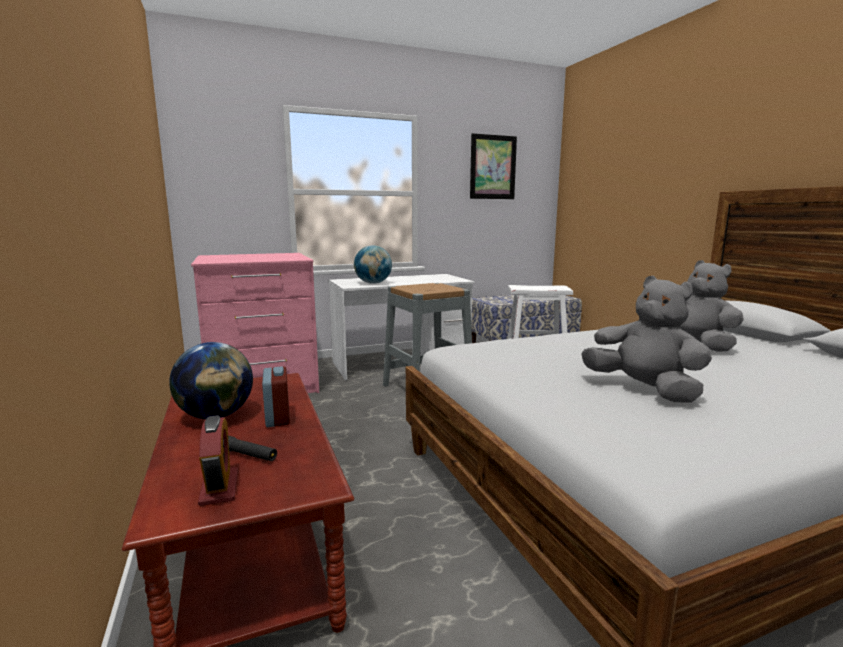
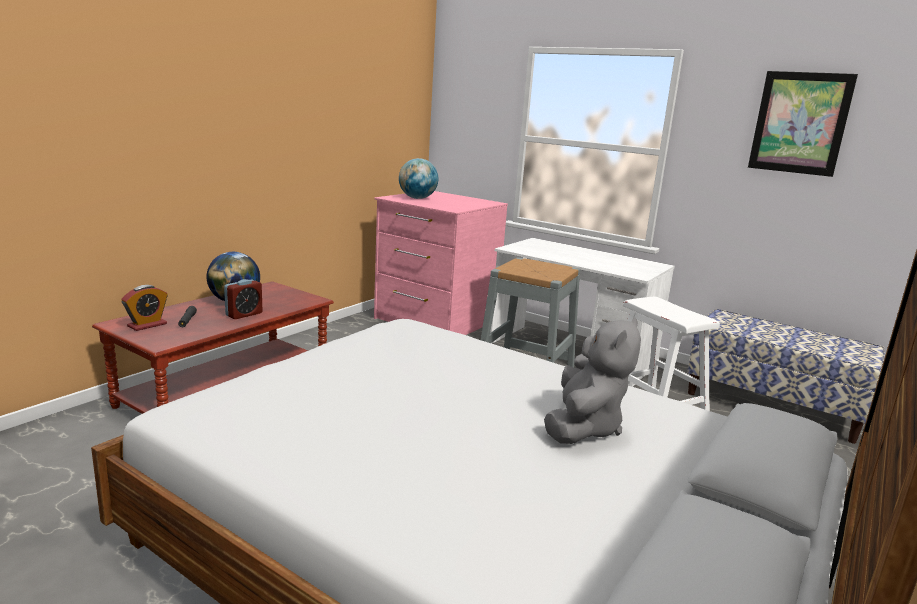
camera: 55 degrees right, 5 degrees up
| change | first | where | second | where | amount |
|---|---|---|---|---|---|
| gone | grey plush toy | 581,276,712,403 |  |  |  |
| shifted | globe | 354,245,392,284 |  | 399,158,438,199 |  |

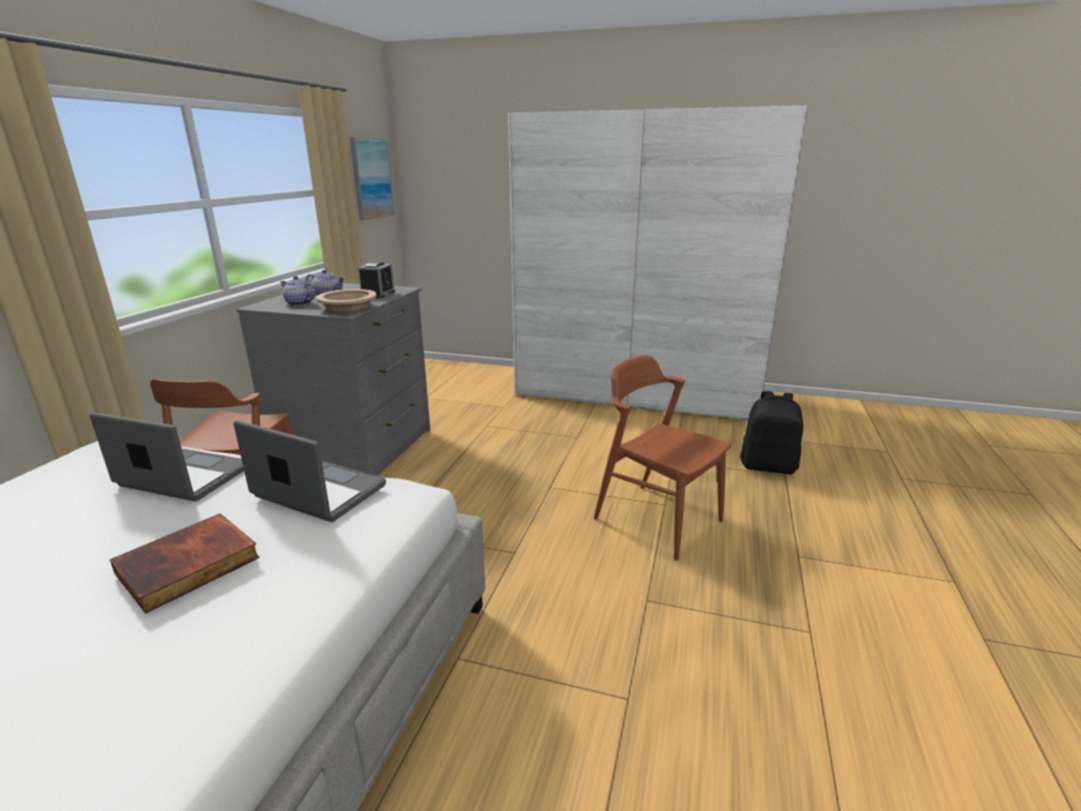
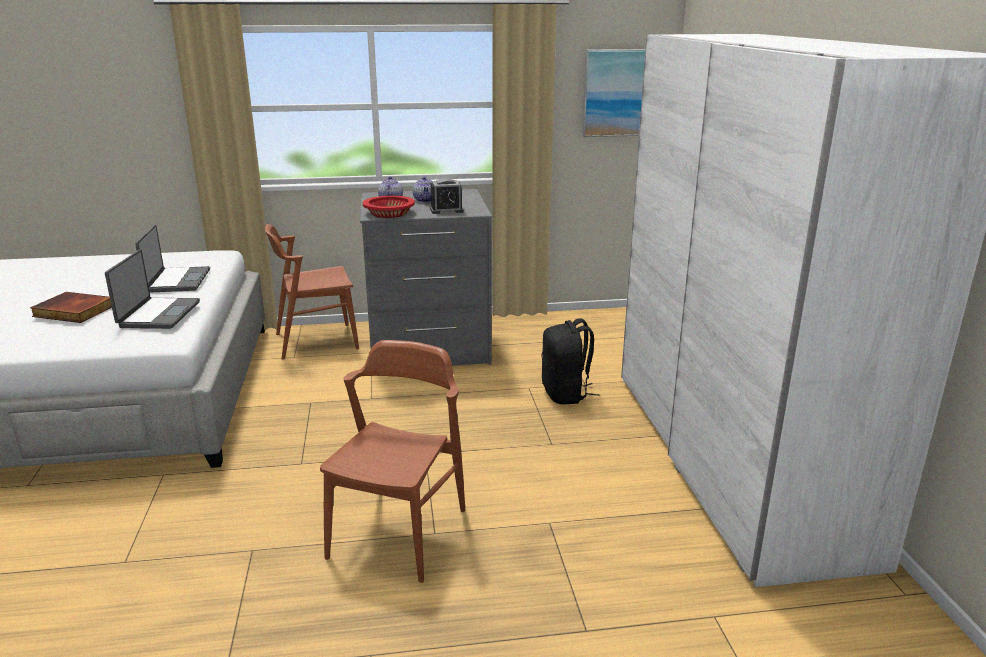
camera: 65 degrees right, 0 degrees up
| change | first | where | second | where | amount |
|---|---|---|---|---|---|
| shifted | black backpack | 740,391,803,474 |  | 541,318,600,404 |  |
| repainted | beige bowl | 316,289,377,313 | red bowl | 363,196,415,218 |  |

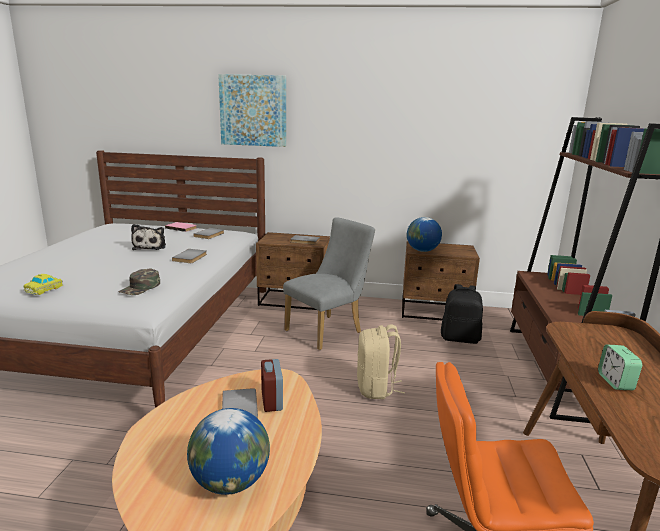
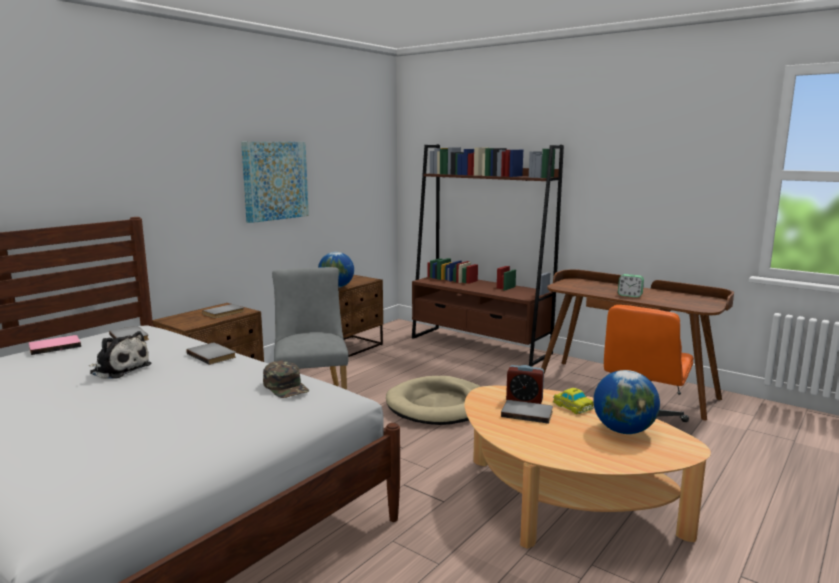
camera: 60 degrees left, 5 degrees down
| change | first | where | second | where | amount |
|---|---|---|---|---|---|
| gone | black backpack | 441,284,483,344 |  |  |  |
| shifted | toy car | 24,274,63,295 |  | 553,388,594,414 |  |
| shifted | picture | 218,74,286,147 |  | 241,142,309,223 |  |
| swapped | beige backpack | 357,324,405,399 | beige dog bed | 386,376,481,425 |  |

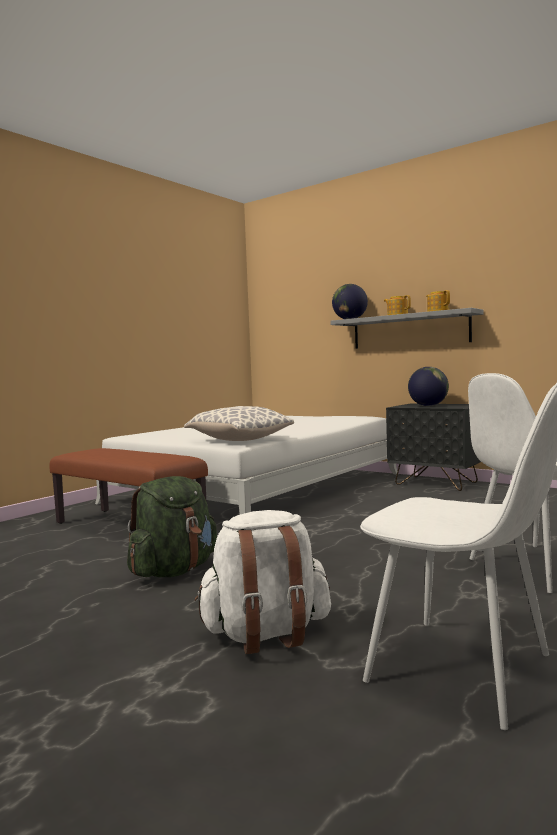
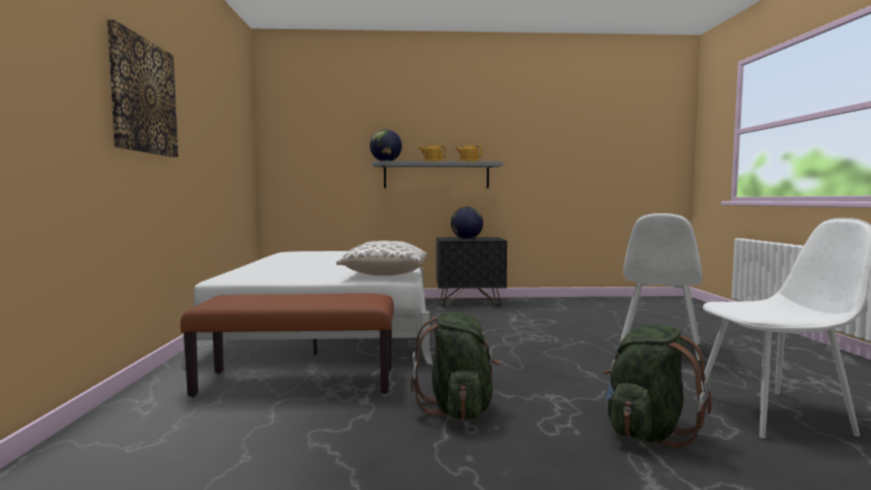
camera: 40 degrees left, 0 degrees up
| change | first | where | second | where | amount |
|---|---|---|---|---|---|
| new |  |  | picture | 106,19,178,157 |  |
| repainted | white backpack | 194,510,331,654 | green backpack | 603,325,712,448 |  |

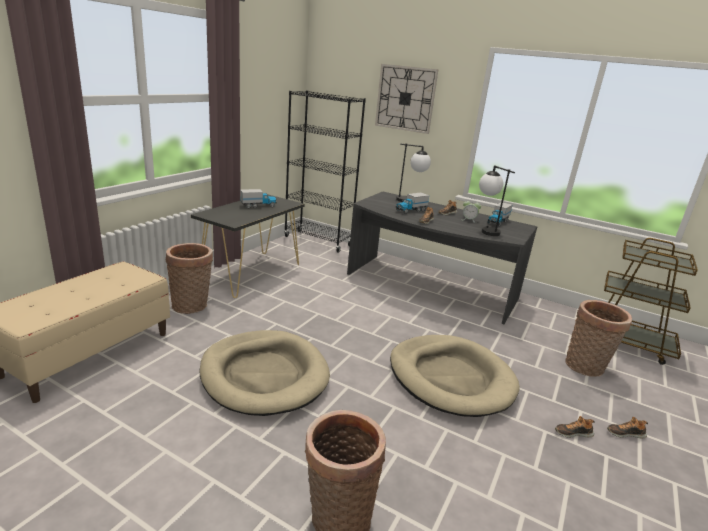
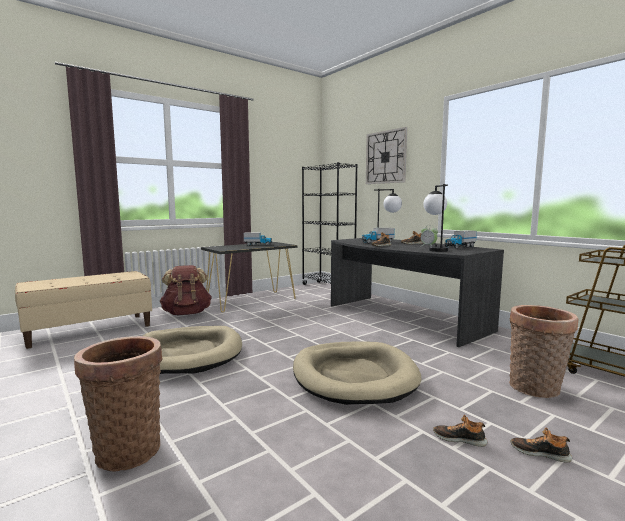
camera: 25 degrees right, 15 degrees down
| change | first | where | second | where | amount |
|---|---|---|---|---|---|
| swapped | basket | 166,243,213,314 | brown backpack | 160,265,212,315 |  |

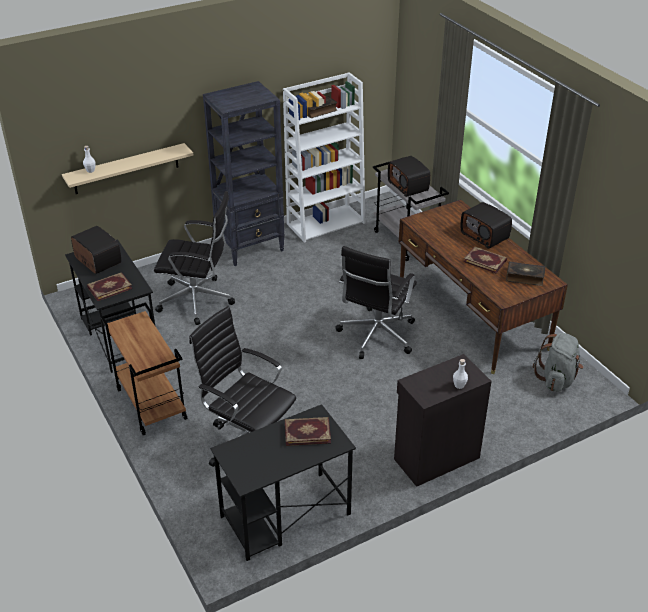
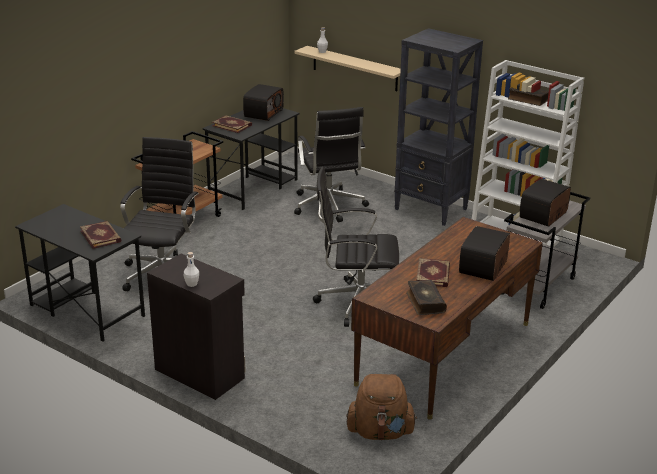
camera: 65 degrees right, 10 degrees down
| change | first | where | second | where | amount |
|---|---|---|---|---|---|
| repainted | grey backpack | 533,333,584,392 | brown backpack | 346,374,417,441 |  |

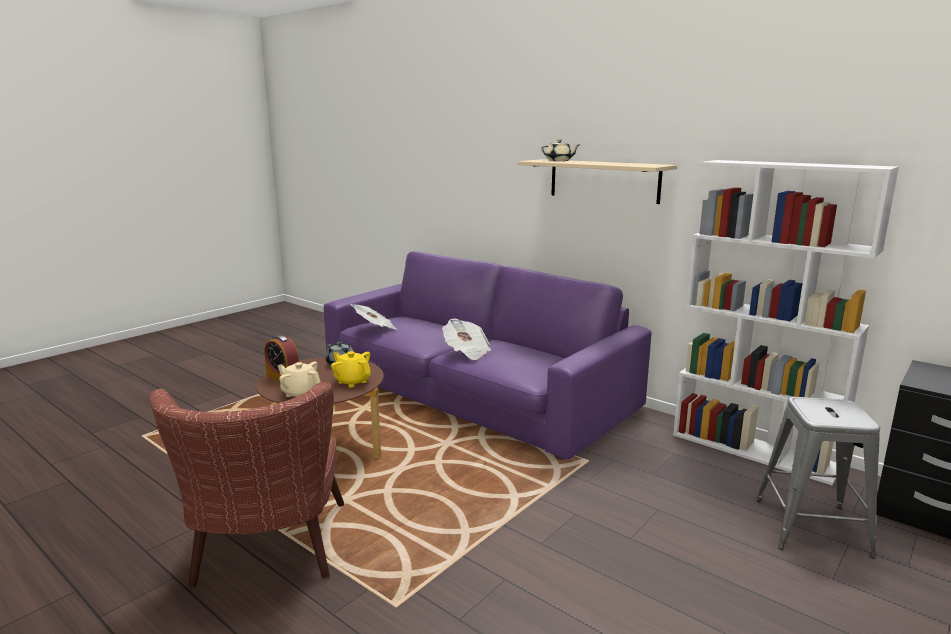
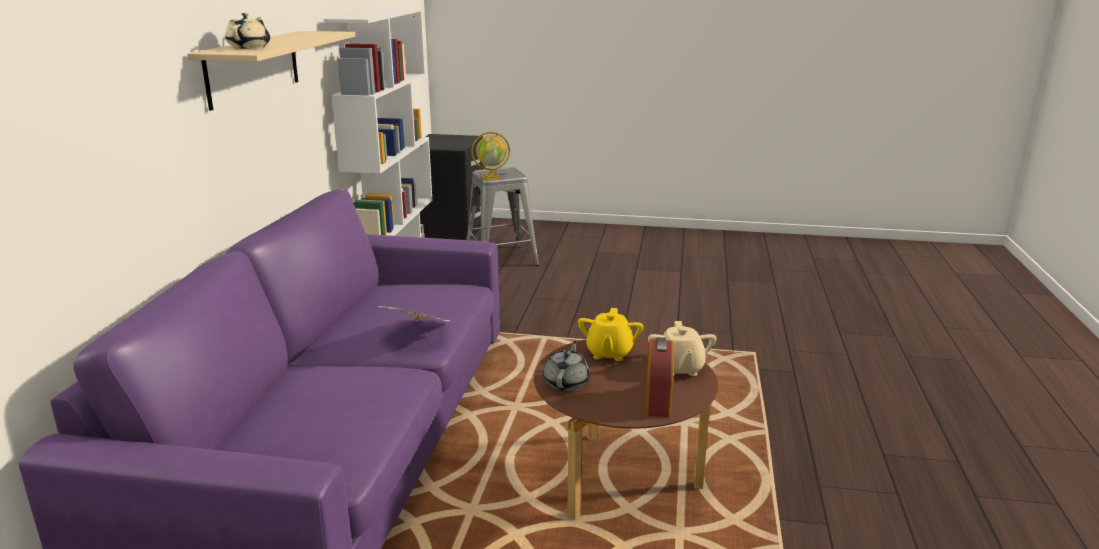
camera: 120 degrees left, 5 degrees up
| change | first | where | second | where | amount |
|---|---|---|---|---|---|
| gone | brown armchair | 150,382,344,588 |  |  |  |
| gone | newspaper | 350,304,396,329 |  |  |  |
| new |  |  | globe | 471,132,510,180 |  |

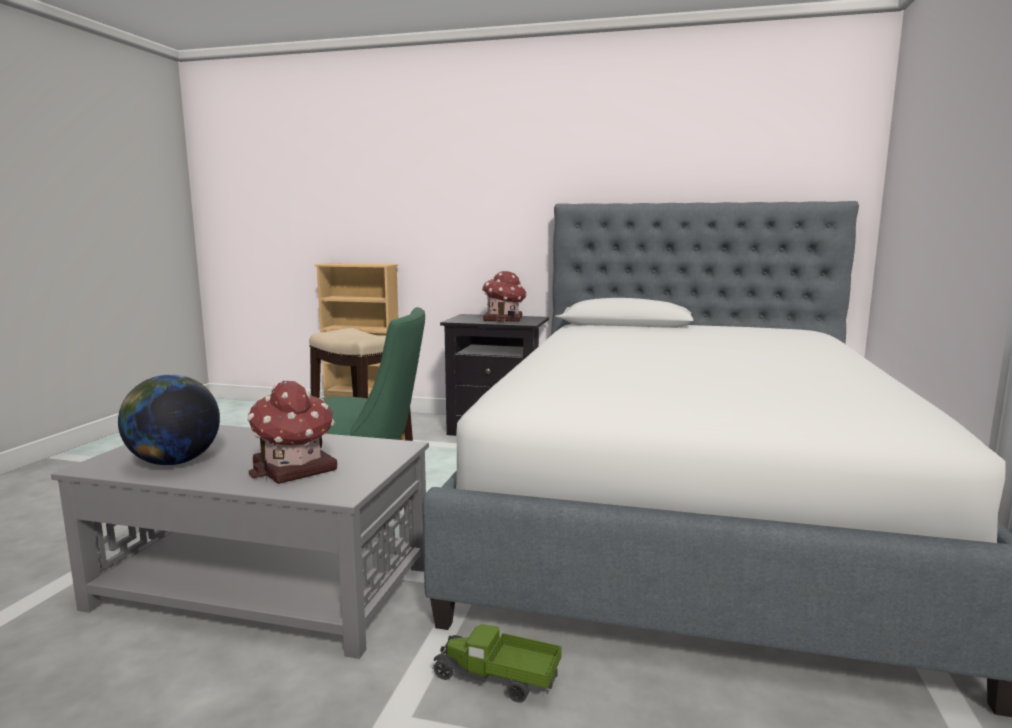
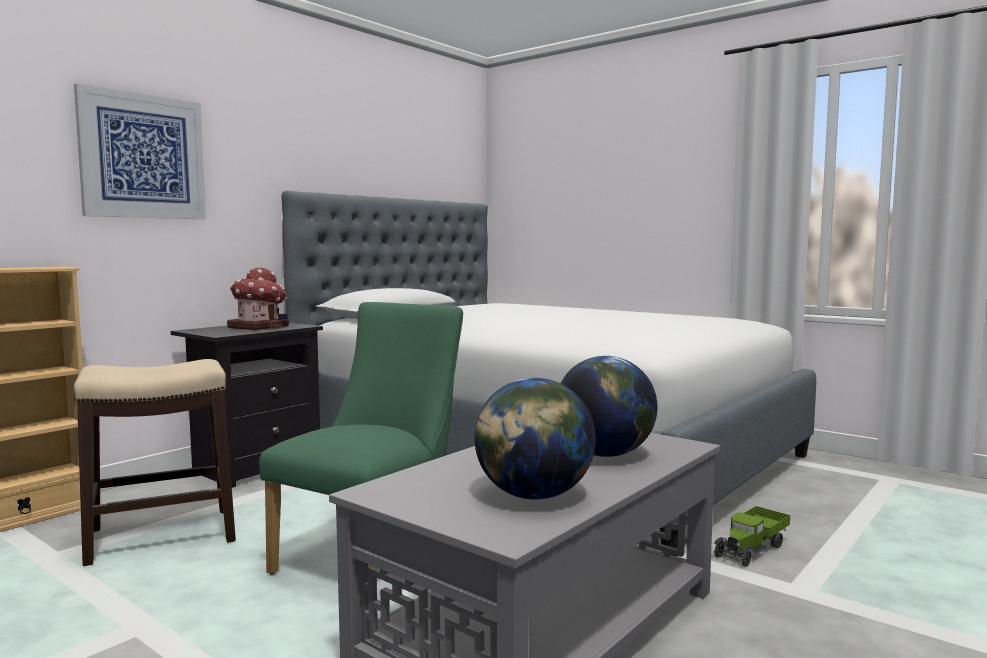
camera: 65 degrees left, 5 degrees down
| change | first | where | second | where | amount |
|---|---|---|---|---|---|
| new |  |  | picture | 74,83,206,219 |  |
| swapped | toy house | 247,381,337,484 | globe | 561,356,658,457 |  |

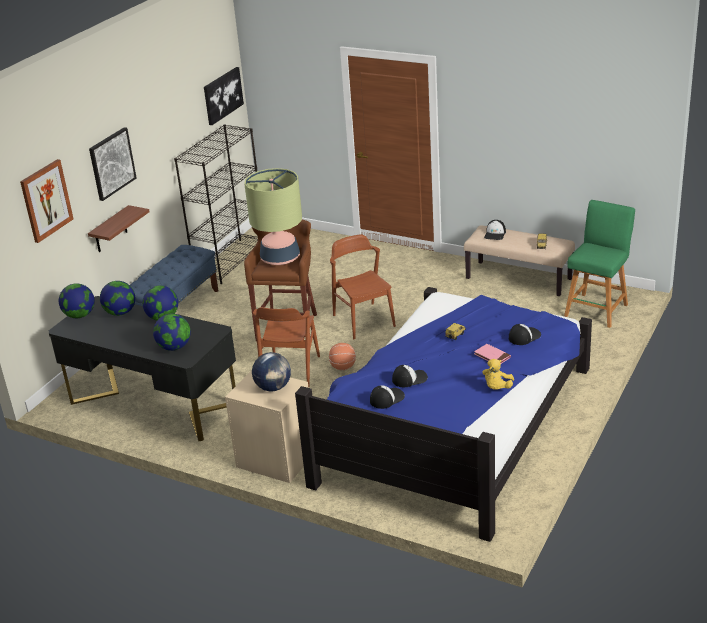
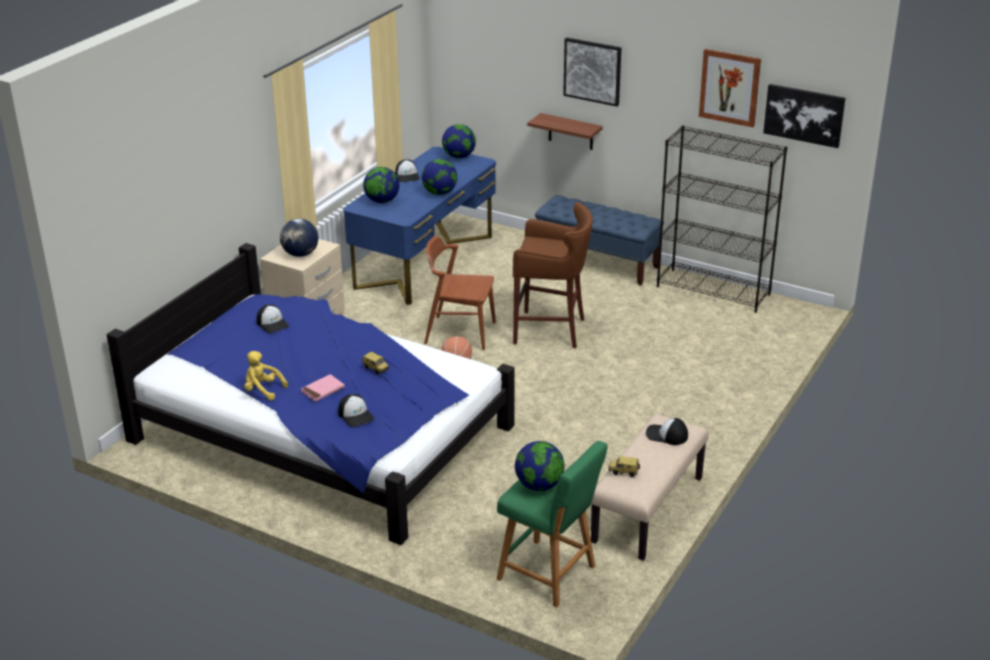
camera: 90 degrees right, 0 degrees up
| change | first | where | second | where | amount |
|---|---|---|---|---|---|
| gone | table lamp | 244,168,302,265 |  |  |  |
| gone | brown chair | 330,234,396,339 |  |  |  |
| shifted | picture | 20,159,73,243 |  | 699,49,761,127 |  |
| shifted | globe | 100,281,135,316 |  | 515,441,565,491 |  |
| shifted | cap | 392,365,428,387 |  | 395,159,420,182 |  |
| repainted | black desk | 49,296,236,441 | blue desk | 343,147,496,305 |  |

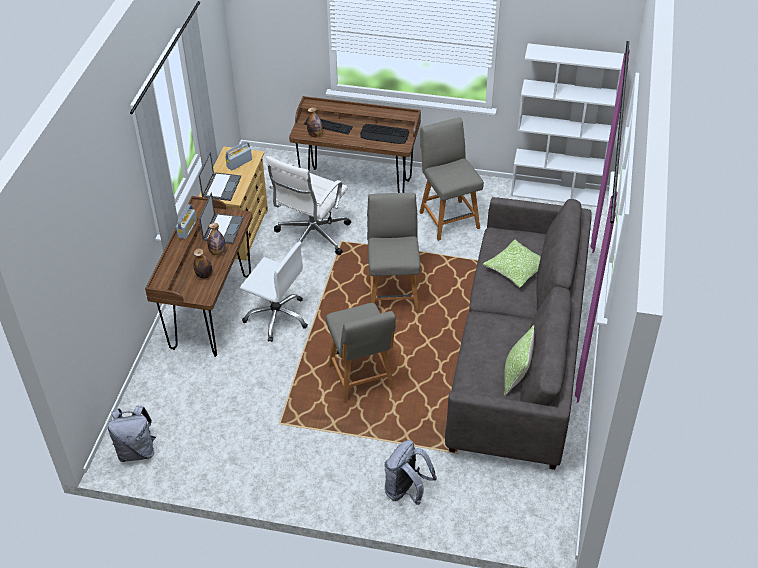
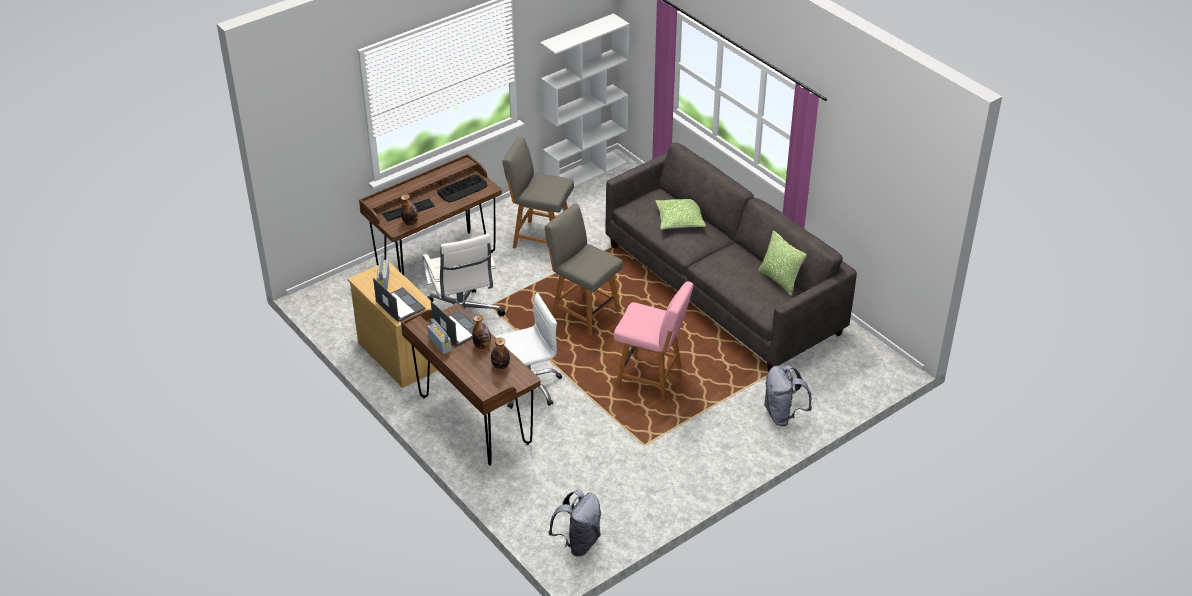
camera: 50 degrees left, 5 degrees down
| change | first | where | second | where | amount |
|---|---|---|---|---|---|
| repainted | grey chair | 326,303,396,403 | pink chair | 614,281,693,400 |  |

